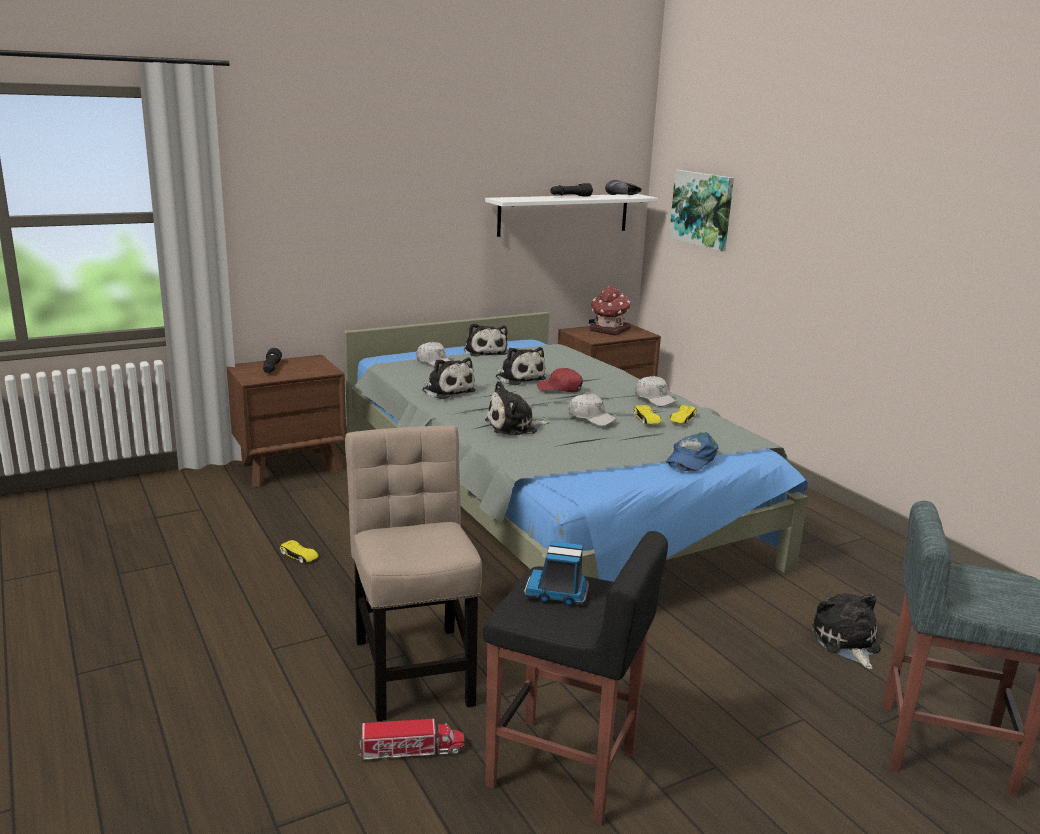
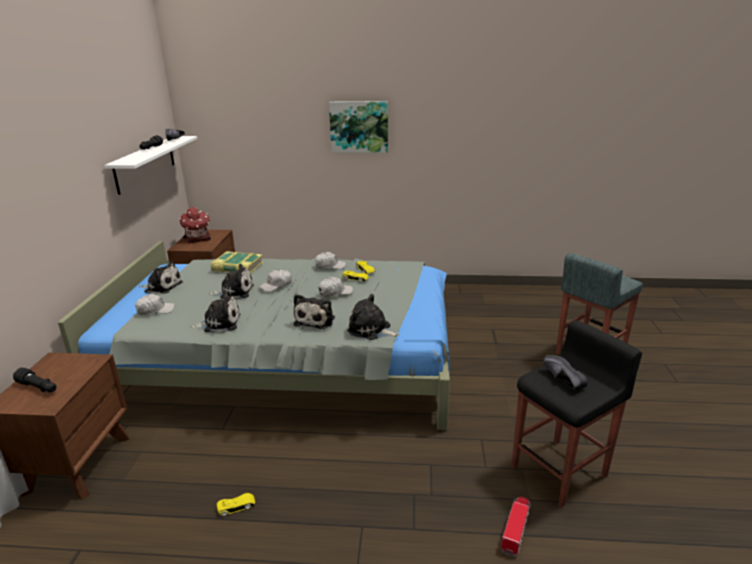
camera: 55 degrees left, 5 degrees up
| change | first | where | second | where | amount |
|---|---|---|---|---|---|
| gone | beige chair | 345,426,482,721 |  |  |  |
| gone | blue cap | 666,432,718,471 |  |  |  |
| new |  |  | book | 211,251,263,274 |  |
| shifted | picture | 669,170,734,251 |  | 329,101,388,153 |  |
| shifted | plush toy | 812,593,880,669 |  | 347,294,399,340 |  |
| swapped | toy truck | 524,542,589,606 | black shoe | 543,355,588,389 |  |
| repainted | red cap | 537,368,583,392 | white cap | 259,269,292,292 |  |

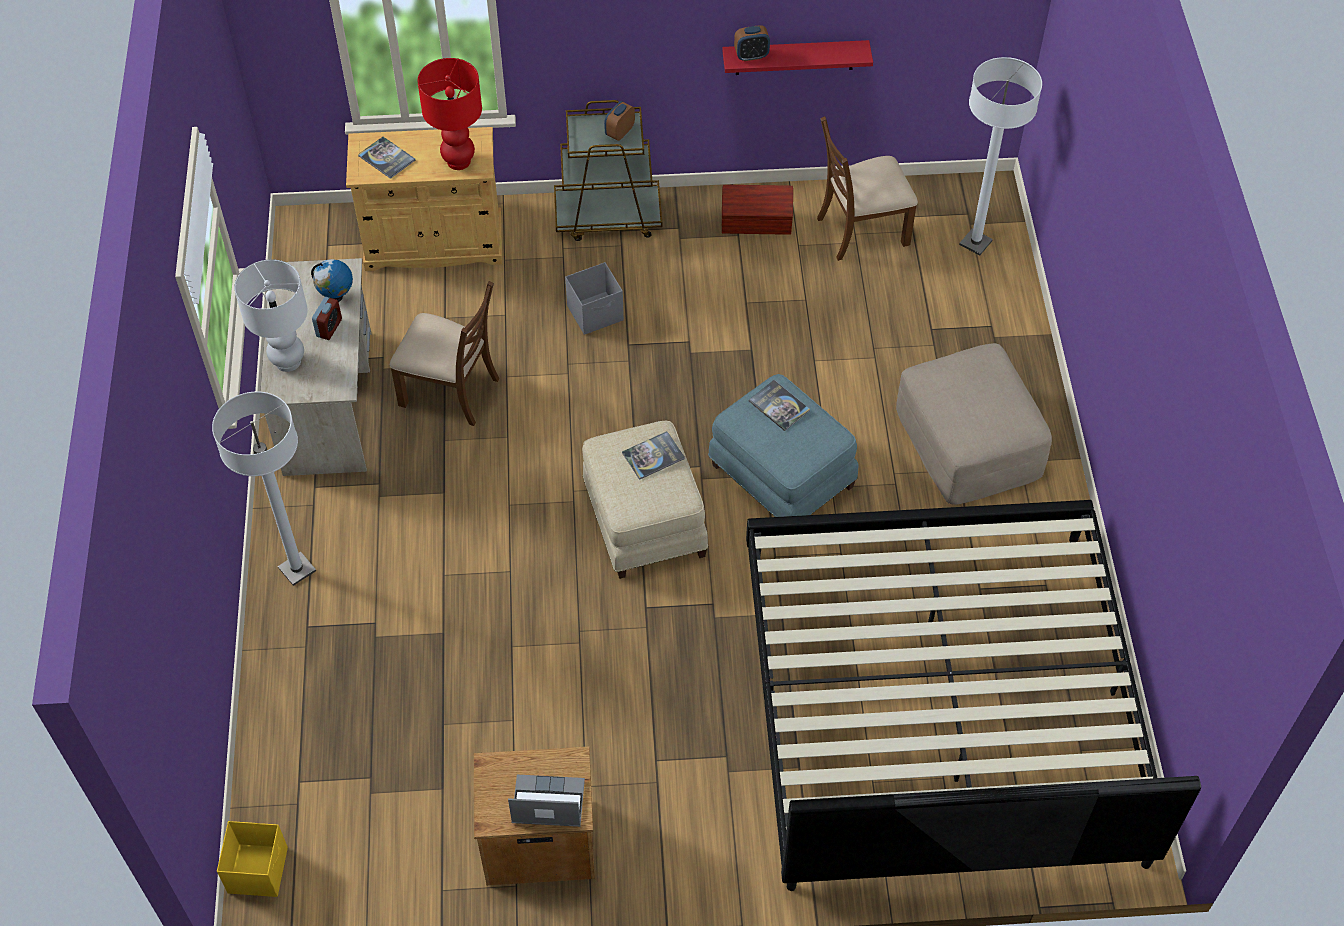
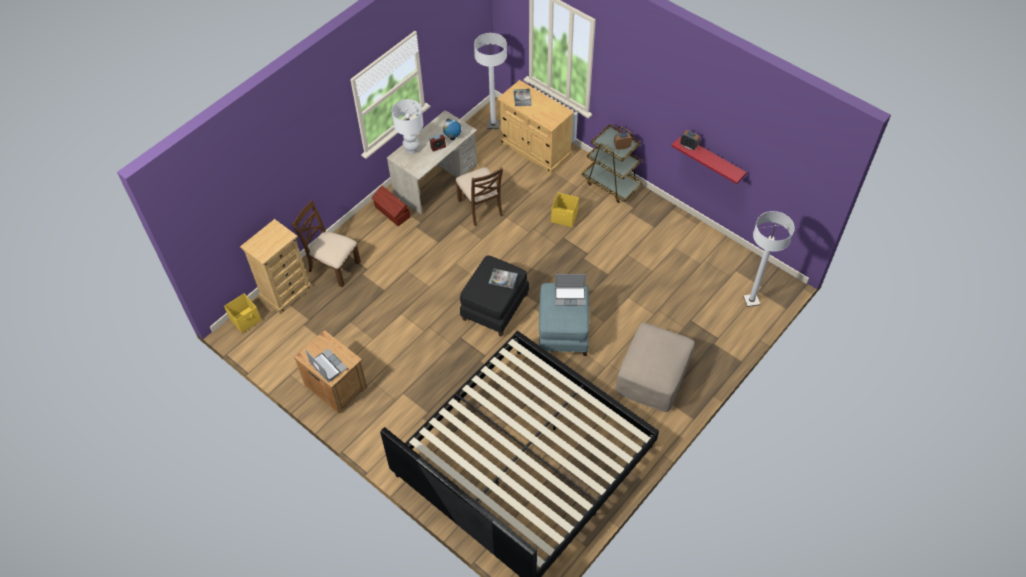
camera: 45 degrees right, 0 degrees up
| change | first | where | second | where | amount |
|---|---|---|---|---|---|
| gone | red table lamp | 417,58,482,170 |  |  |  |
| new |  |  | beige dresser | 240,219,312,314 |  |
| shifted | white floor lamp | 212,392,316,586 |  | 474,33,507,129 |  |
| shifted | brown storage box | 722,185,793,235 |  | 371,185,410,226 |  |
| shifted | brown chair | 817,116,918,261 |  | 292,200,361,287 |  |
| swapped | book | 749,380,810,431 | laptop | 555,274,586,306 |  |
| repainted | grey storage box | 565,262,624,335 | yellow storage box | 551,192,579,227 |  |
| repainted | beige ottoman | 582,420,708,579 | black ottoman | 460,256,529,337 |  |

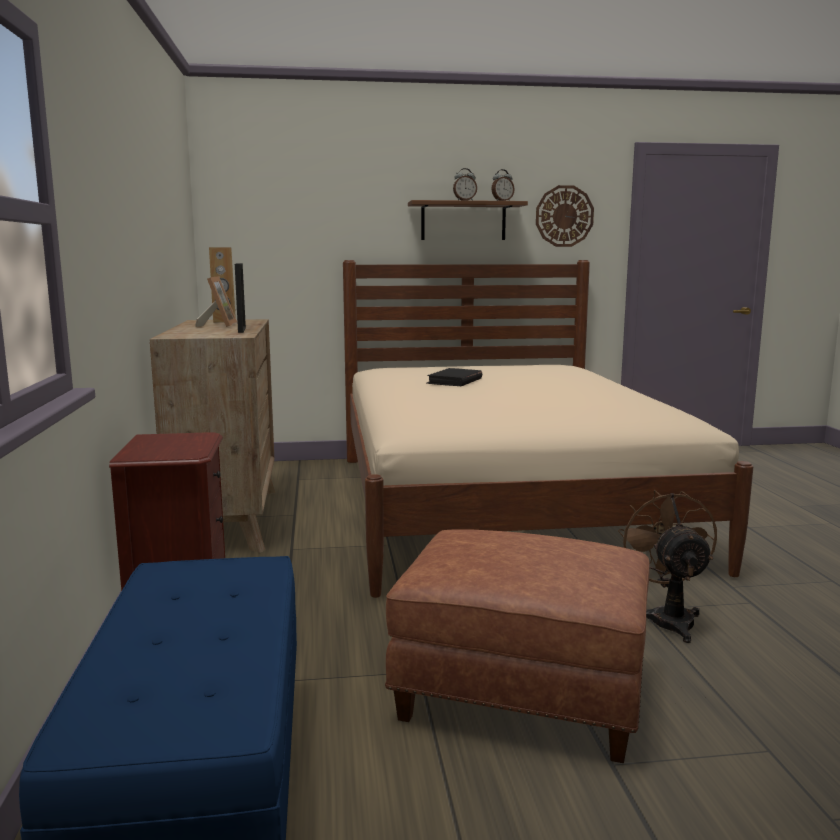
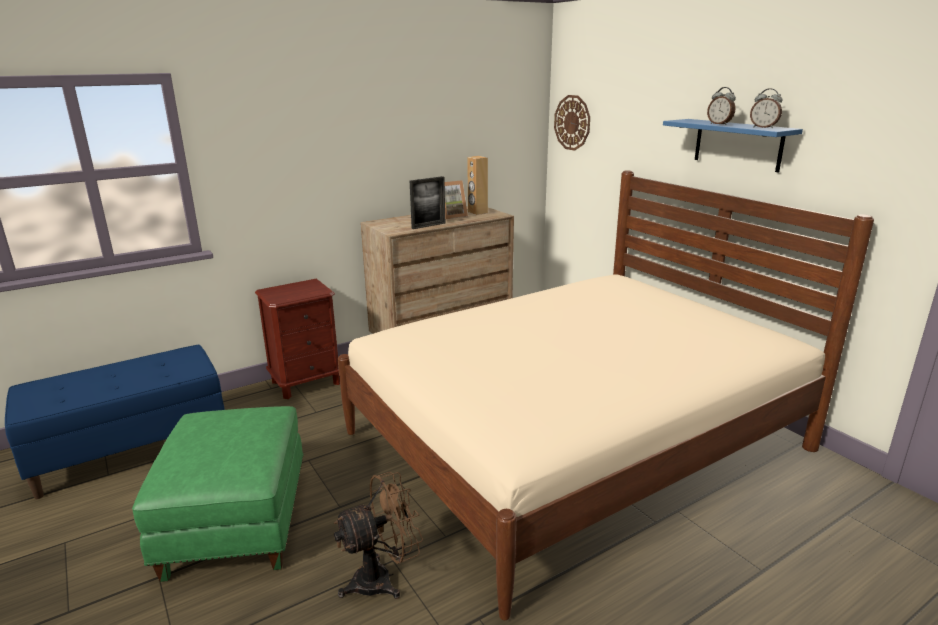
camera: 65 degrees right, 10 degrees up
| change | first | where | second | where | amount |
|---|---|---|---|---|---|
| gone | black book | 427,368,482,386 |  |  |  |
| shifted | wall clock | 536,185,594,247 |  | 554,95,590,151 |  |
| repainted | brown ottoman | 385,529,650,763 | green ottoman | 132,406,303,582 |  |
| repainted | brown shelf | 408,200,528,240 | blue shelf | 663,119,803,172 |  |

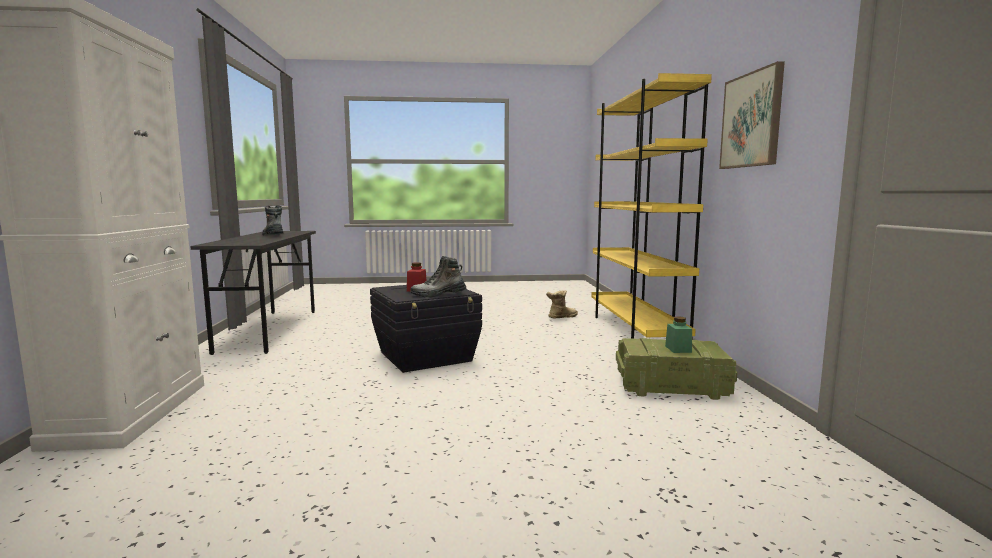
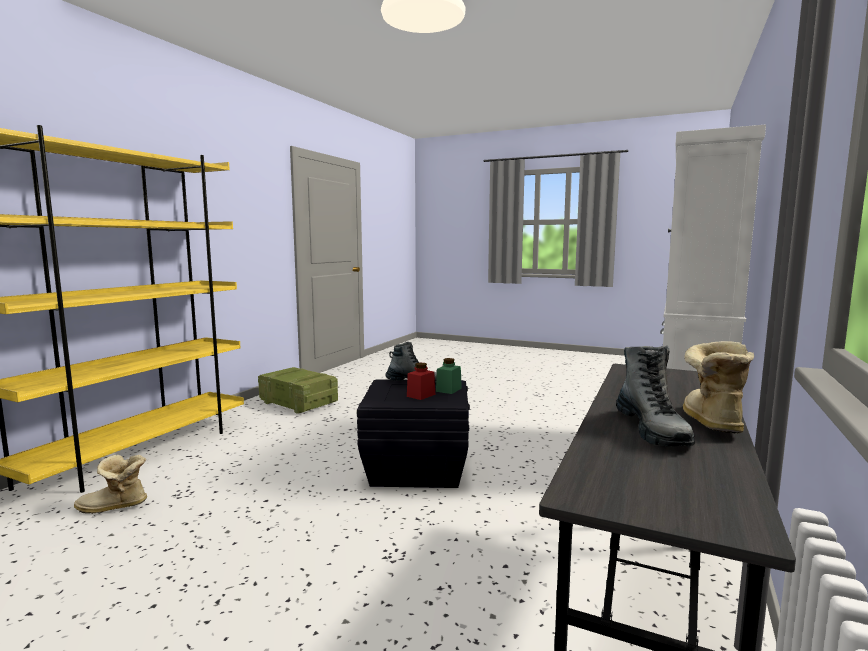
camera: 150 degrees left, 0 degrees up
| change | first | where | second | where | amount |
|---|---|---|---|---|---|
| gone | picture | 719,61,785,169 |  |  |  |
| new |  |  | boot | 683,341,754,433 |  |
| shifted | green jar | 665,316,692,353 |  | 436,358,462,394 |  |

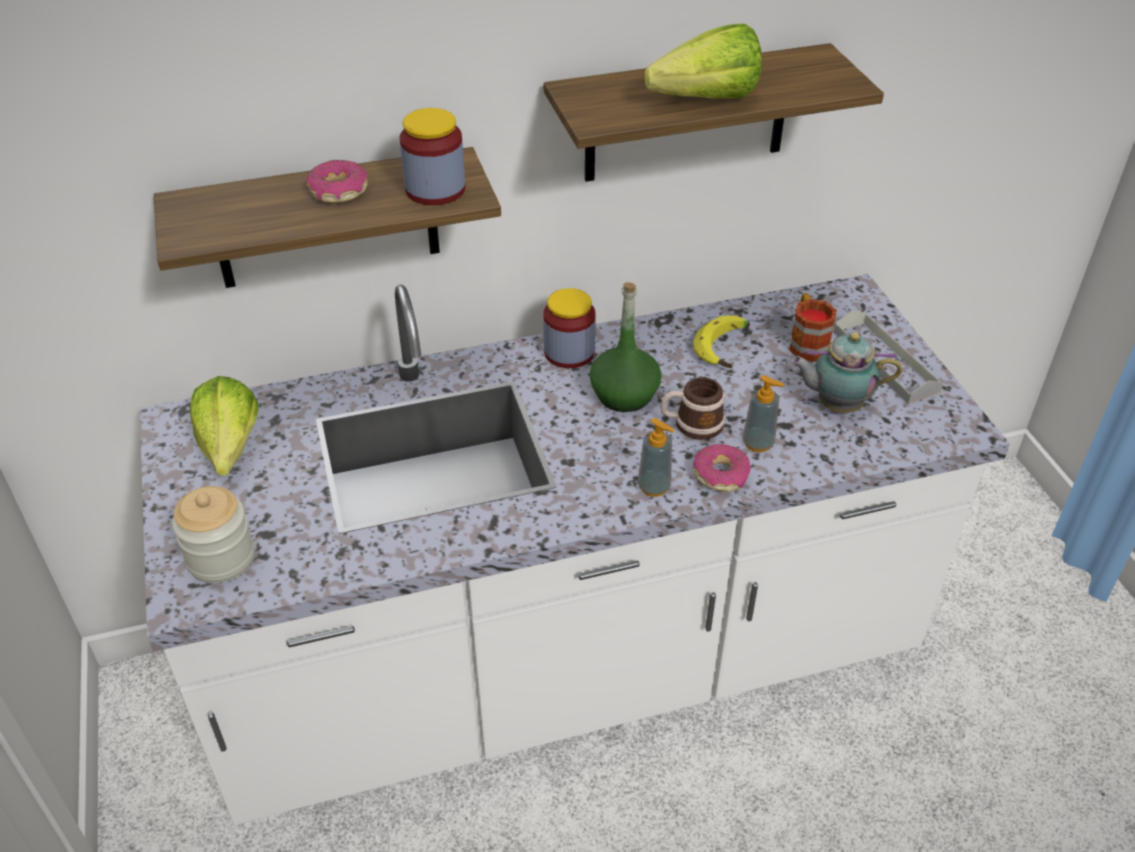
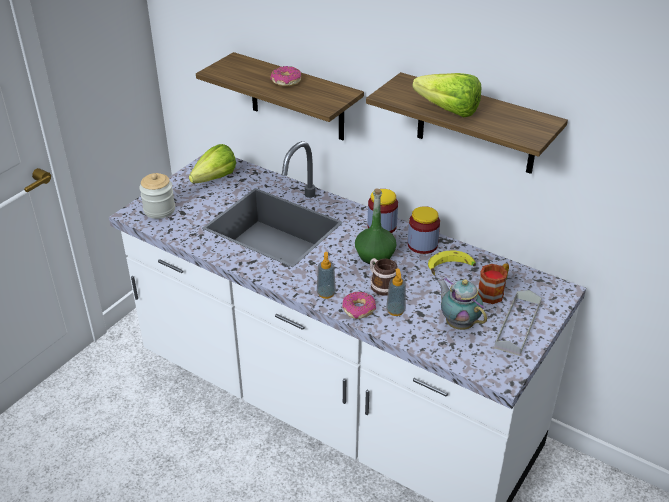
camera: 50 degrees right, 5 degrees down
| change | first | where | second | where | amount |
|---|---|---|---|---|---|
| shifted | jar | 399,108,465,205 |  | 408,206,440,254 |  |

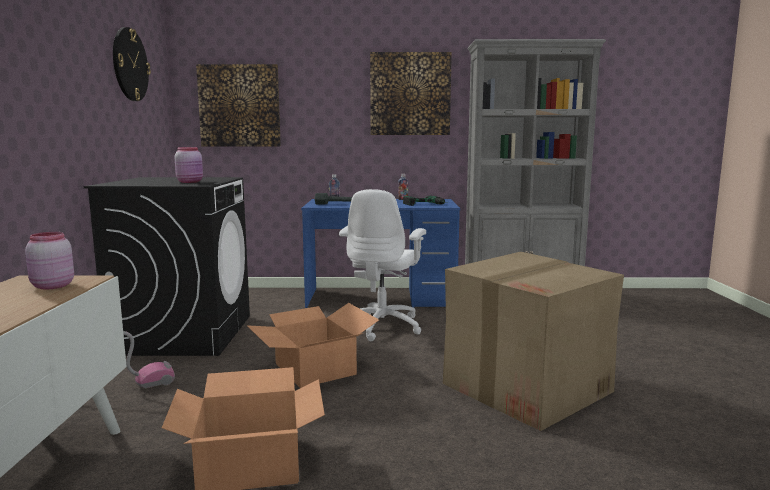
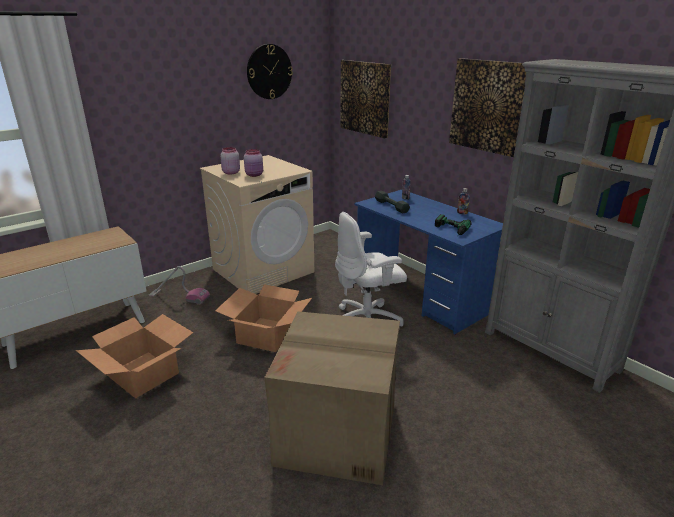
camera: 50 degrees right, 15 degrees up
| change | first | where | second | where | amount |
|---|---|---|---|---|---|
| shifted | pink jar | 25,232,74,289 |  | 220,147,240,175 |  |
| repainted | black washing machine | 84,177,250,356 | beige washing machine | 200,155,314,294 |  |

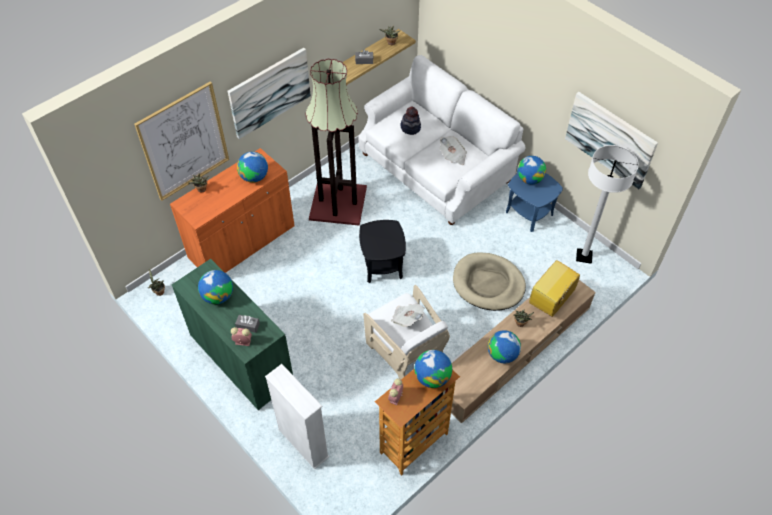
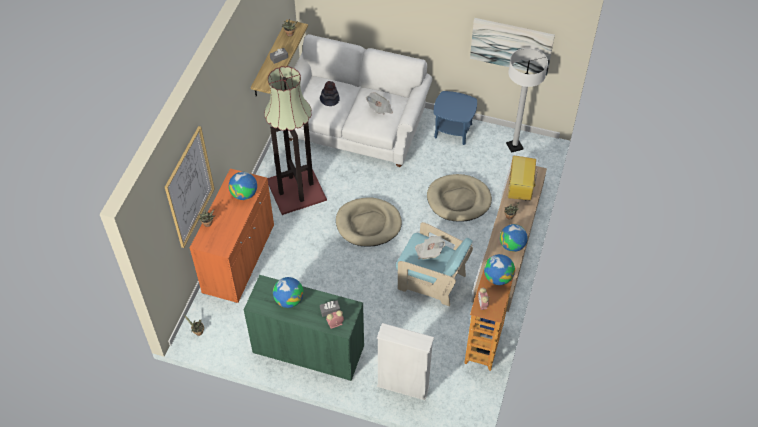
camera: 30 degrees left, 0 degrees up
| change | first | where | second | where | amount |
|---|---|---|---|---|---|
| gone | picture | 228,48,311,139 |  |  |  |
| gone | globe | 517,156,546,185 |  |  |  |
| swapped | black side table | 359,220,406,283 | beige dog bed | 336,198,402,247 |  |
| repainted | white armchair | 363,285,450,379 | turquoise armchair | 396,222,473,306 |  |

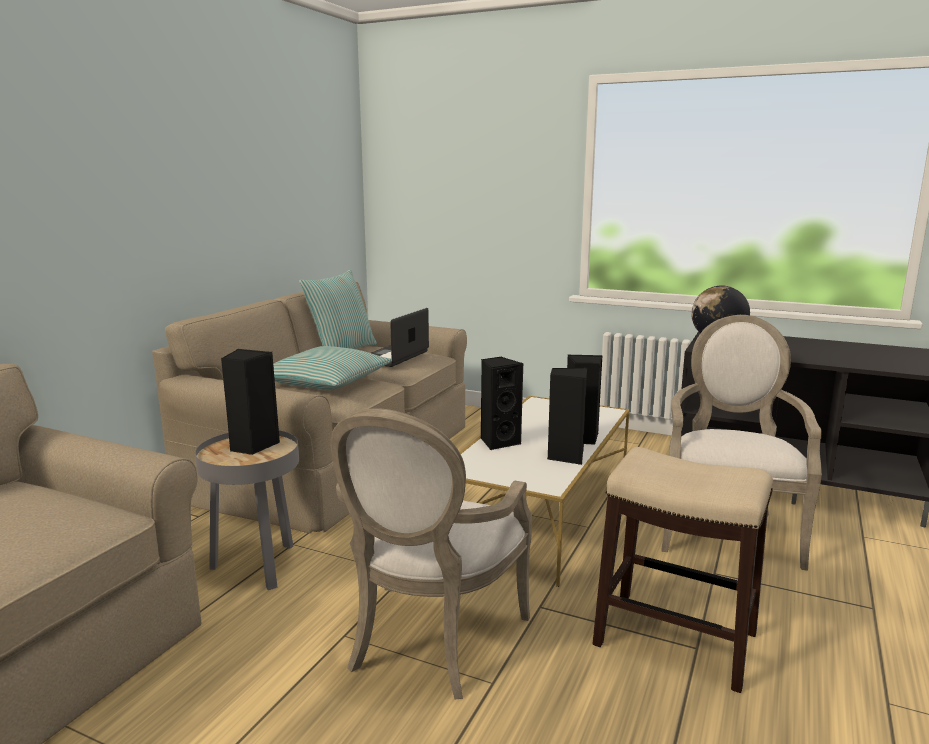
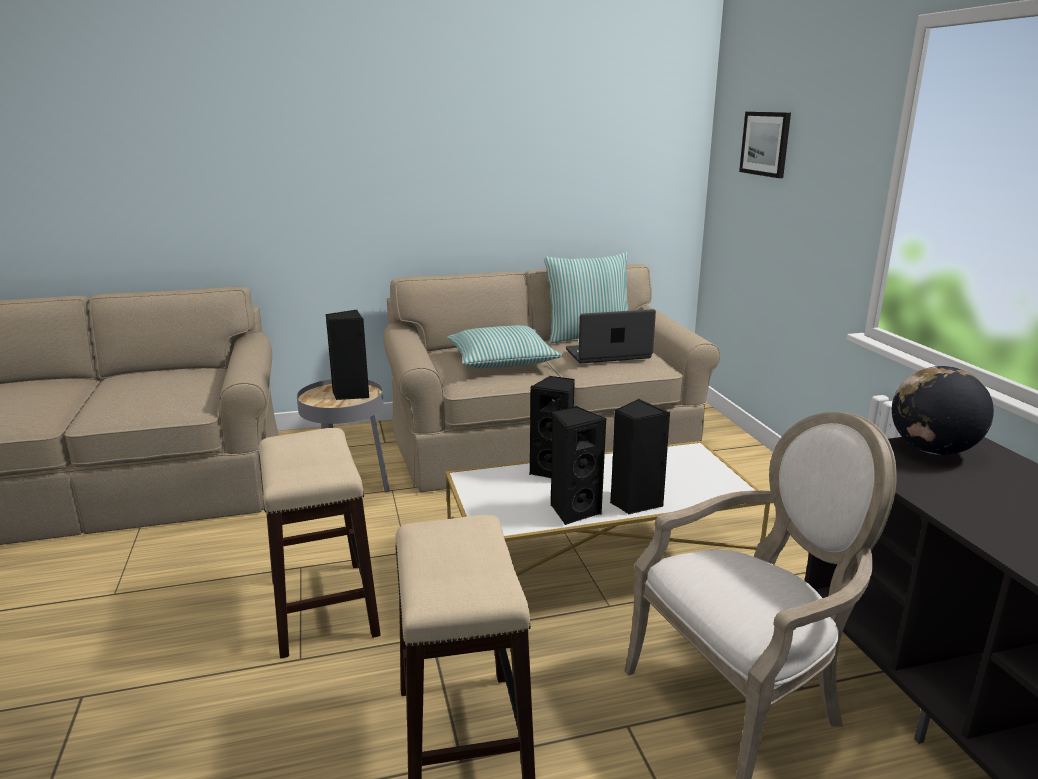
camera: 50 degrees right, 5 degrees up
| change | first | where | second | where | amount |
|---|---|---|---|---|---|
| new |  |  | picture | 739,112,791,178 |  |
| swapped | armchair | 331,408,532,699 | stool | 258,428,381,658 |  |

